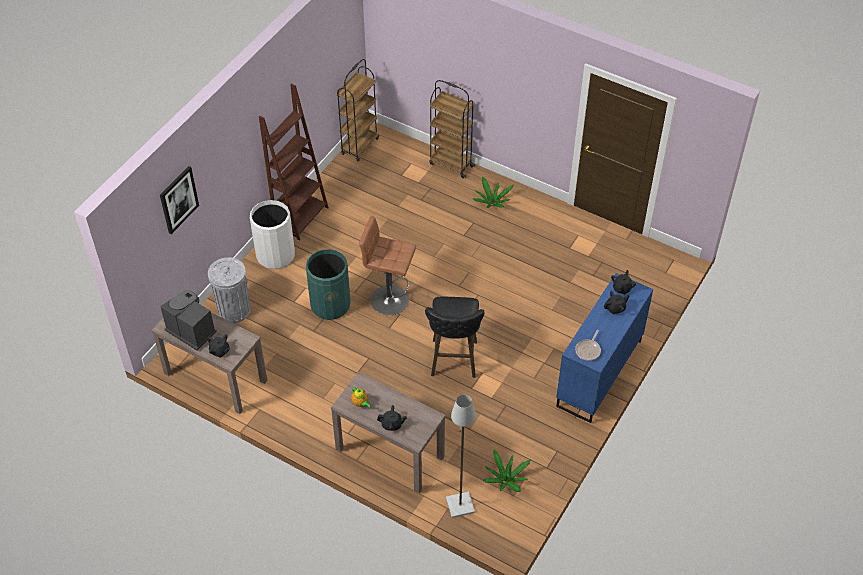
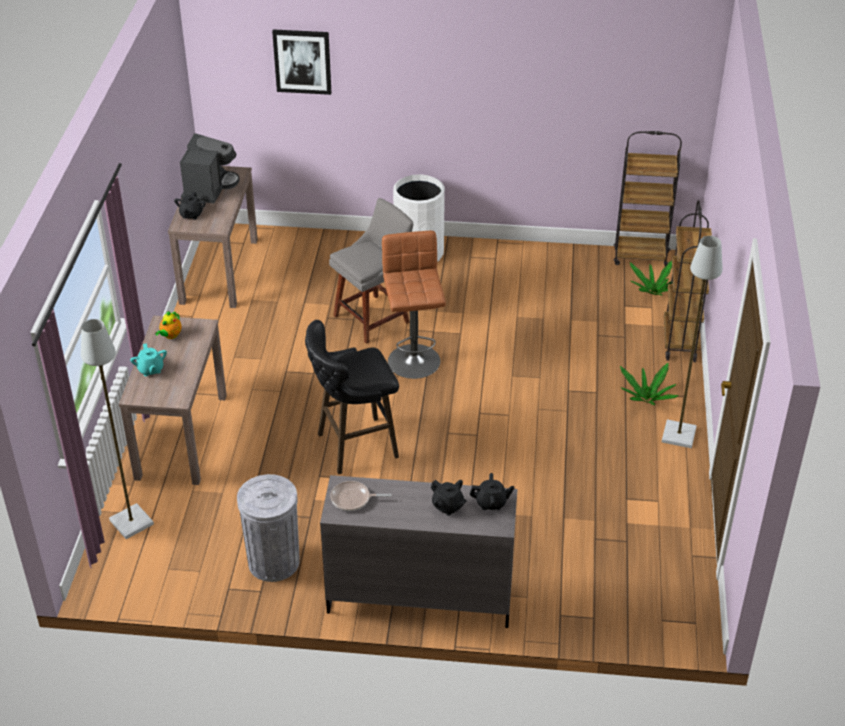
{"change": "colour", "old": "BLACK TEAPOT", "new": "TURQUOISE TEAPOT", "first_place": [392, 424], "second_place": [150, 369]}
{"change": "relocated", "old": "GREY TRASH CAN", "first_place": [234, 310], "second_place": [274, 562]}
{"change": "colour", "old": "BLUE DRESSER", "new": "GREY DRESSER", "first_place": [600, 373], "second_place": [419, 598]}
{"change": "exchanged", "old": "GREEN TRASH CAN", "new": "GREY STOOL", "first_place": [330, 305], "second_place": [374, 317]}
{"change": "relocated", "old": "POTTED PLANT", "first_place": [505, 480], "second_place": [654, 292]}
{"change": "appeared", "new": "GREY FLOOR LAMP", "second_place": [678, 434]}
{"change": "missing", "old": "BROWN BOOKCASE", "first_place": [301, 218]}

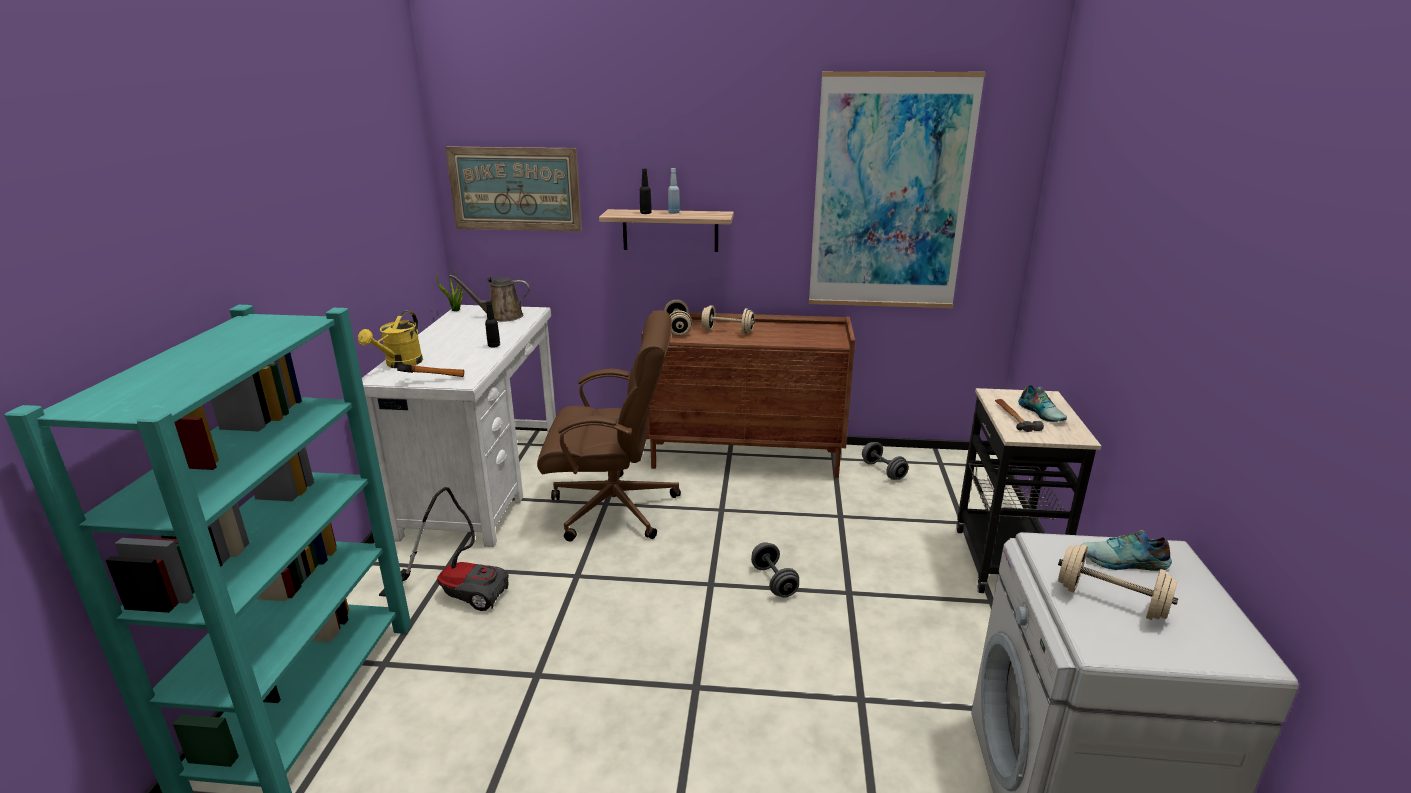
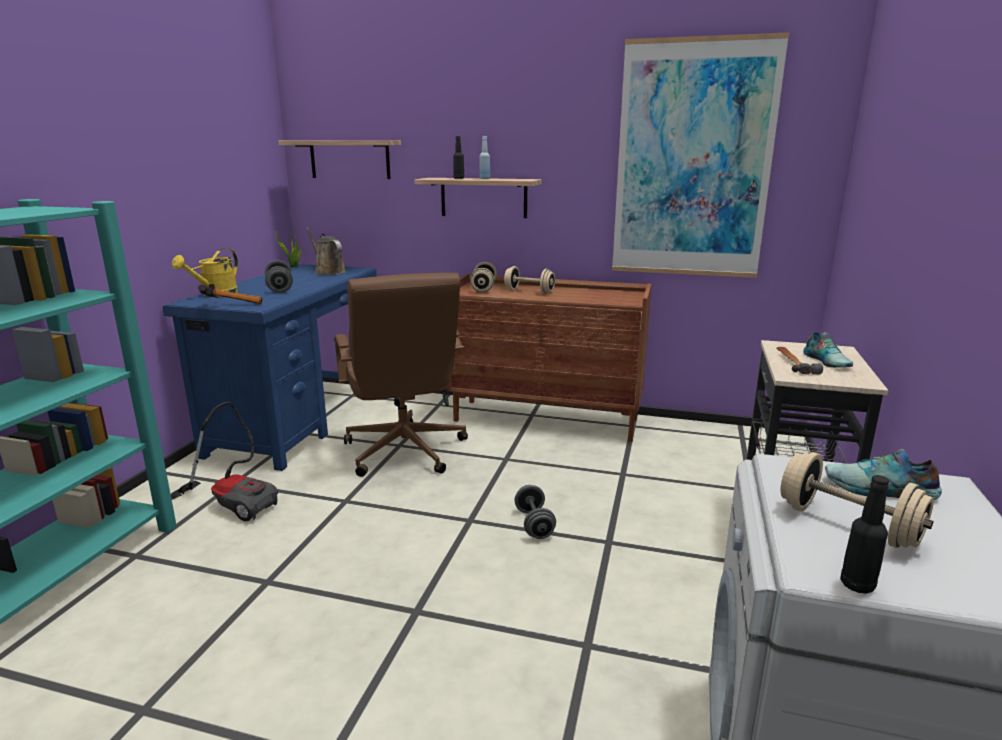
{"change": "colour", "old": "WHITE DESK", "new": "BLUE DESK", "first_place": [483, 483], "second_place": [298, 421]}
{"change": "relocated", "old": "GREY DUMBBELL", "first_place": [883, 471], "second_place": [280, 288]}
{"change": "exchanged", "old": "PICTURE", "new": "SHELF", "first_place": [515, 189], "second_place": [350, 159]}
{"change": "spun", "old": "BROWN WATERING CAN", "first_place": [501, 316], "second_place": [328, 271], "degrees": 45}
{"change": "spun", "old": "BROWN OFFICE CHAIR", "first_place": [613, 508], "second_place": [405, 449], "degrees": 60}
{"change": "relocated", "old": "BLACK BOTTLE", "first_place": [494, 346], "second_place": [857, 585]}

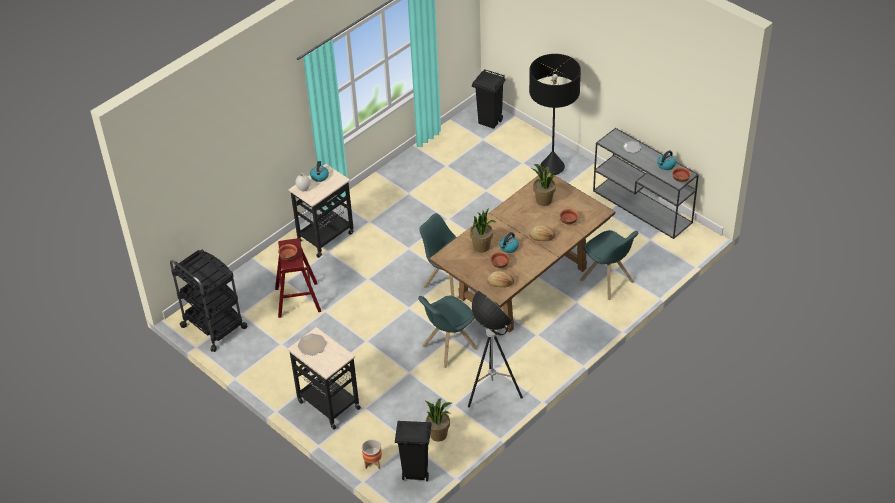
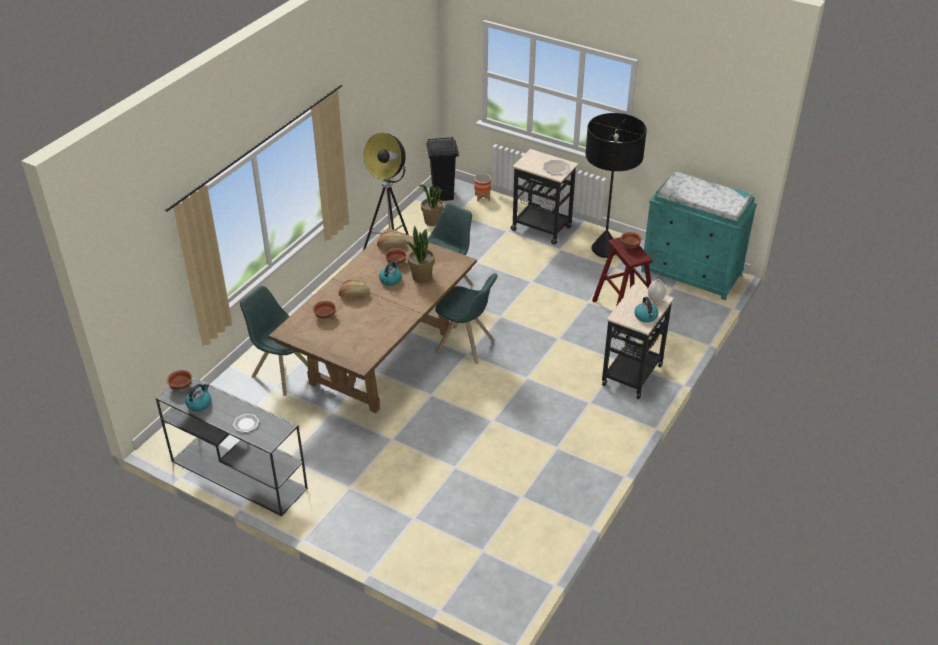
{"change": "relocated", "old": "BLACK FLOOR LAMP", "first_place": [552, 169], "second_place": [604, 251]}
{"change": "exchanged", "old": "BLACK CART", "new": "TURQUOISE DRESSER", "first_place": [214, 327], "second_place": [691, 273]}
{"change": "missing", "old": "BLACK TRASH CAN", "first_place": [490, 121]}
{"change": "missing", "old": "POTTED PLANT", "first_place": [543, 201]}

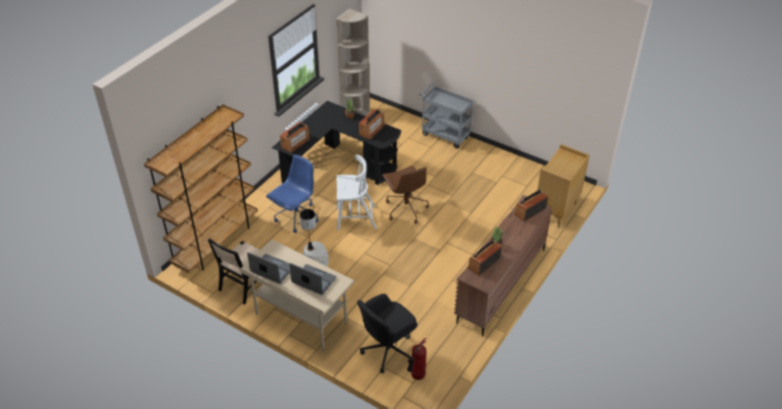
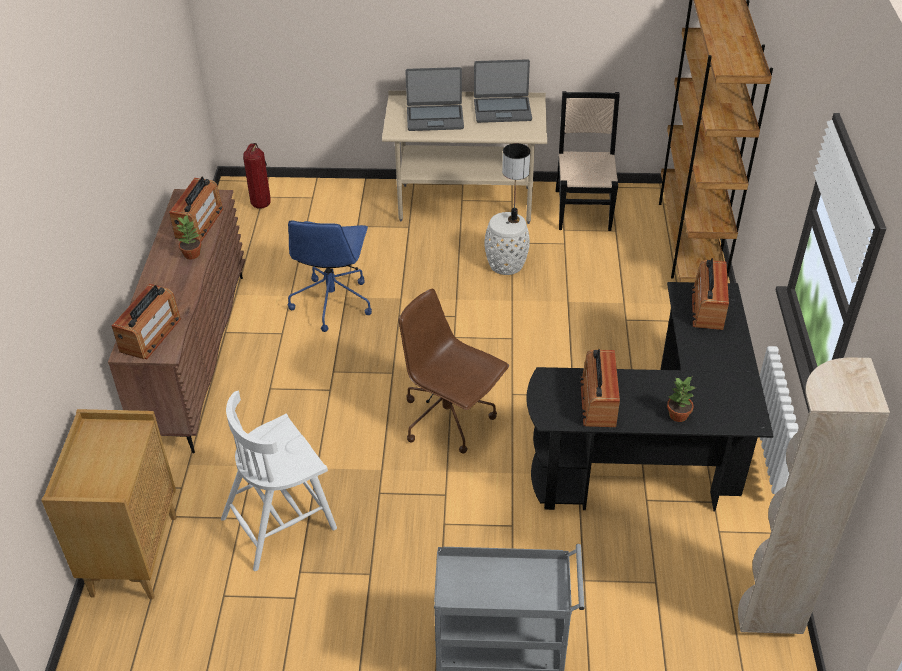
{"change": "relocated", "old": "WHITE CHAIR", "first_place": [355, 218], "second_place": [281, 522]}
{"change": "relocated", "old": "BLUE OFFICE CHAIR", "first_place": [295, 218], "second_place": [333, 301]}
{"change": "missing", "old": "BLACK OFFICE CHAIR", "first_place": [388, 351]}

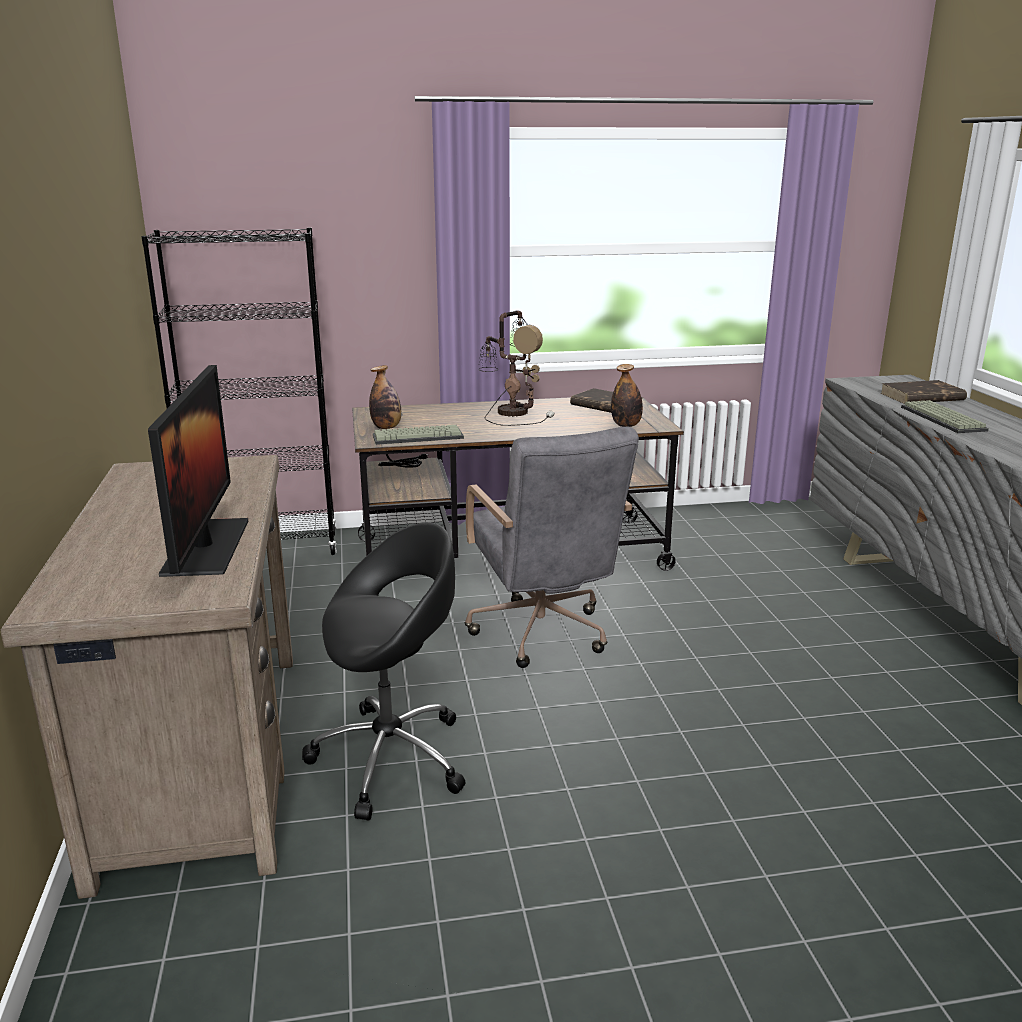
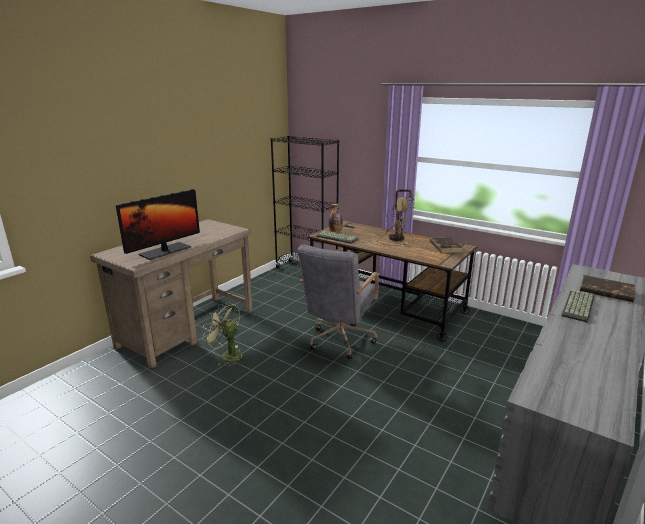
{"change": "exchanged", "old": "BLACK OFFICE CHAIR", "new": "GREEN FAN", "first_place": [393, 757], "second_place": [227, 355]}
{"change": "missing", "old": "BOTTLE", "first_place": [626, 425]}

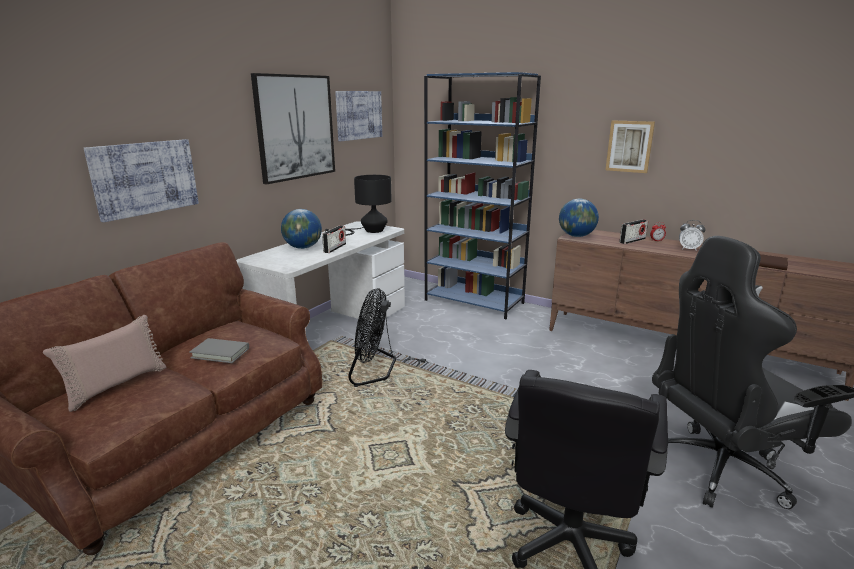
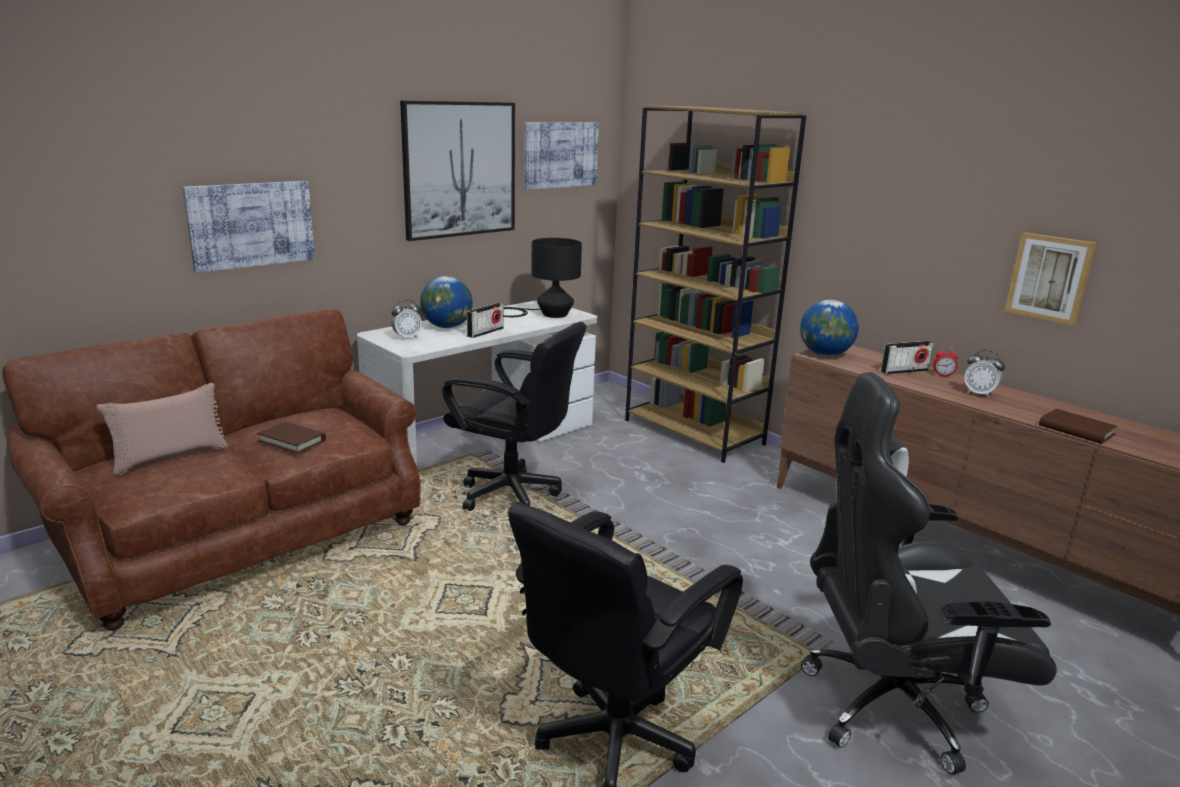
{"change": "colour", "old": "GREY BOOK", "new": "BROWN BOOK", "first_place": [220, 353], "second_place": [292, 440]}
{"change": "appeared", "new": "ALARM CLOCK", "second_place": [407, 337]}
{"change": "exchanged", "old": "BLACK FAN", "new": "BLACK OFFICE CHAIR", "first_place": [381, 367], "second_place": [515, 496]}
{"change": "colour", "old": "BLUE BOOKCASE", "new": "BROWN BOOKCASE", "first_place": [474, 301], "second_place": [694, 432]}
{"change": "relocated", "old": "PICTURE", "first_place": [629, 146], "second_place": [1049, 278]}

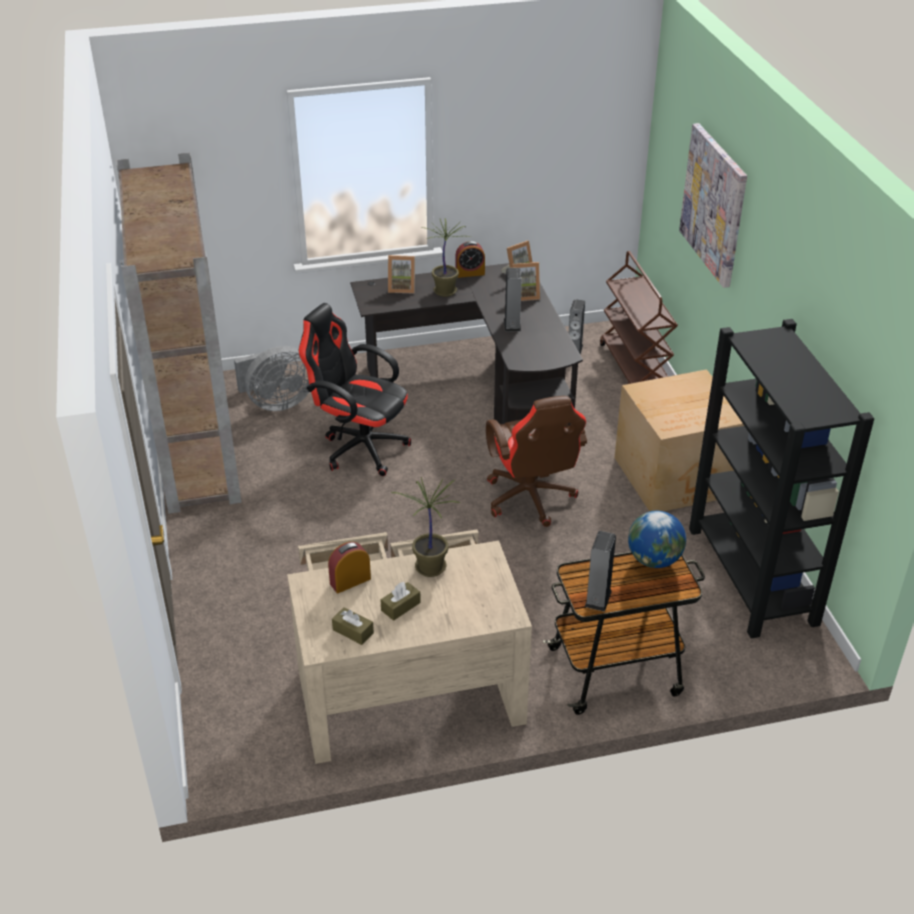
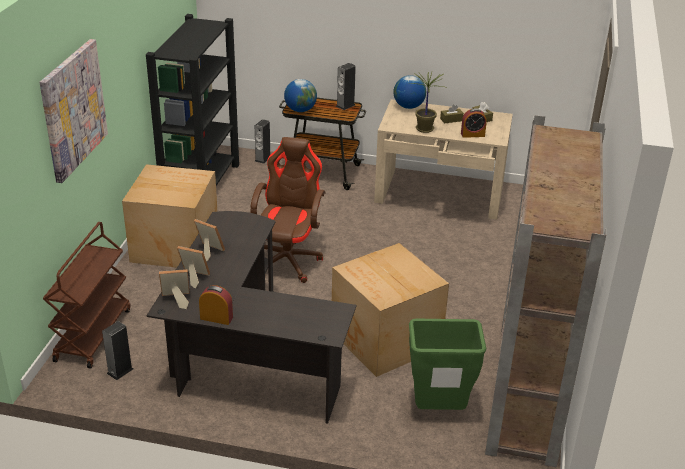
{"change": "relocated", "old": "PICTURE FRAME", "first_place": [402, 288], "second_place": [208, 251]}
{"change": "relocated", "old": "SPEAKER", "first_place": [512, 325], "second_place": [263, 159]}
{"change": "exchanged", "old": "BLACK OFFICE CHAIR", "new": "CARDBOARD BOX", "first_place": [359, 447], "second_place": [385, 340]}
{"change": "appeared", "new": "GLOBE", "second_place": [408, 107]}
{"change": "exchanged", "old": "GREY FAN", "new": "GREEN TRASH CAN", "first_place": [277, 403], "second_place": [438, 410]}
{"change": "missing", "old": "POTTED PLANT", "first_place": [445, 291]}

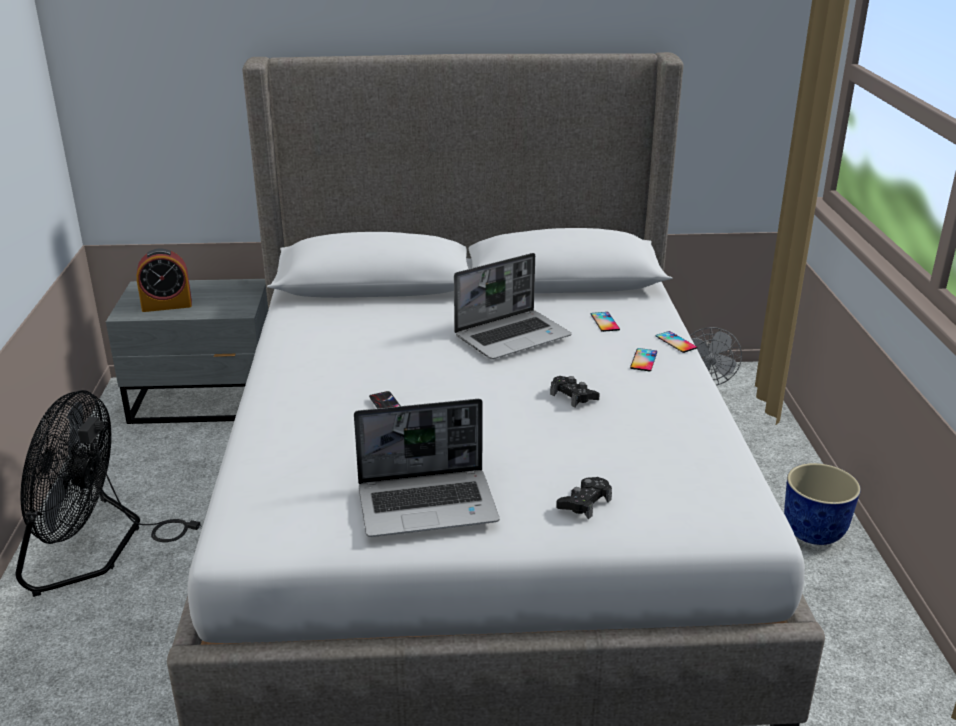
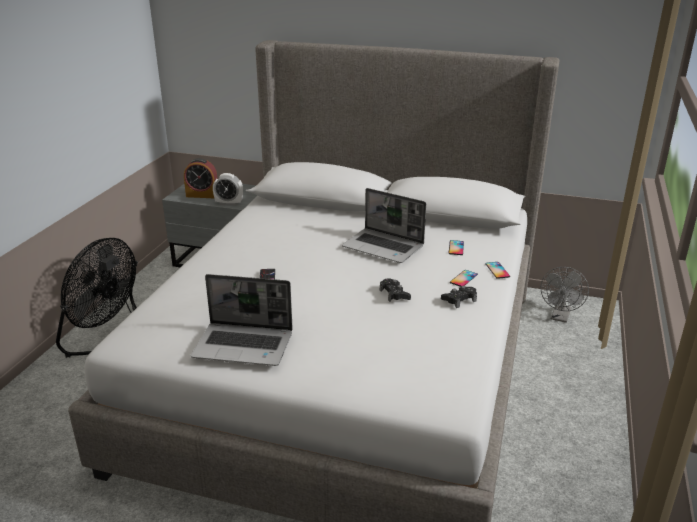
{"change": "appeared", "new": "ALARM CLOCK", "second_place": [229, 203]}
{"change": "spun", "old": "LAPTOP", "first_place": [513, 336], "second_place": [384, 247], "degrees": 45}
{"change": "relocated", "old": "BLACK GAME CONTROLLER", "first_place": [584, 503], "second_place": [459, 300]}
{"change": "missing", "old": "PLANTER", "first_place": [812, 532]}

